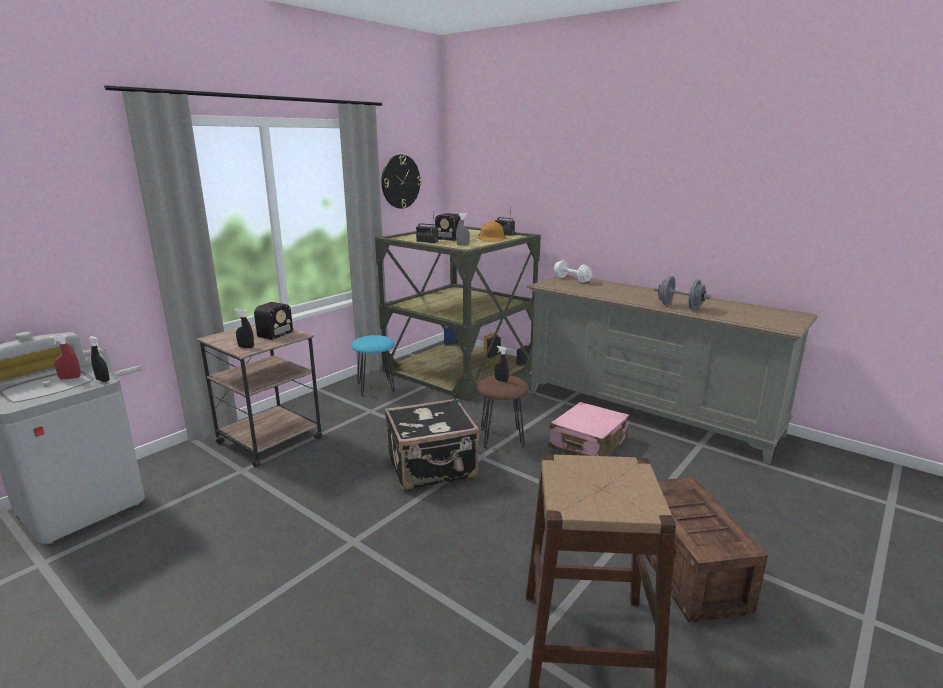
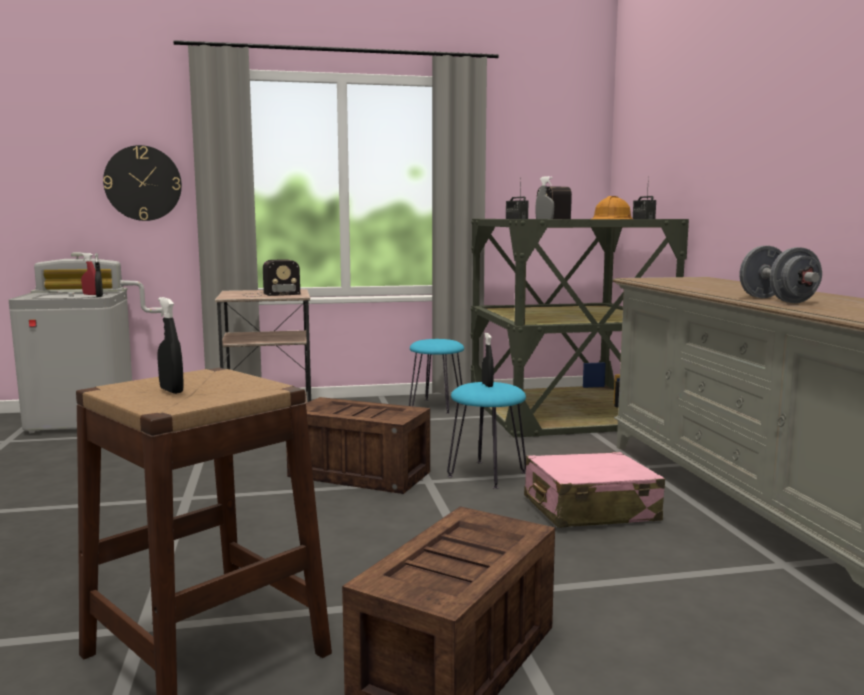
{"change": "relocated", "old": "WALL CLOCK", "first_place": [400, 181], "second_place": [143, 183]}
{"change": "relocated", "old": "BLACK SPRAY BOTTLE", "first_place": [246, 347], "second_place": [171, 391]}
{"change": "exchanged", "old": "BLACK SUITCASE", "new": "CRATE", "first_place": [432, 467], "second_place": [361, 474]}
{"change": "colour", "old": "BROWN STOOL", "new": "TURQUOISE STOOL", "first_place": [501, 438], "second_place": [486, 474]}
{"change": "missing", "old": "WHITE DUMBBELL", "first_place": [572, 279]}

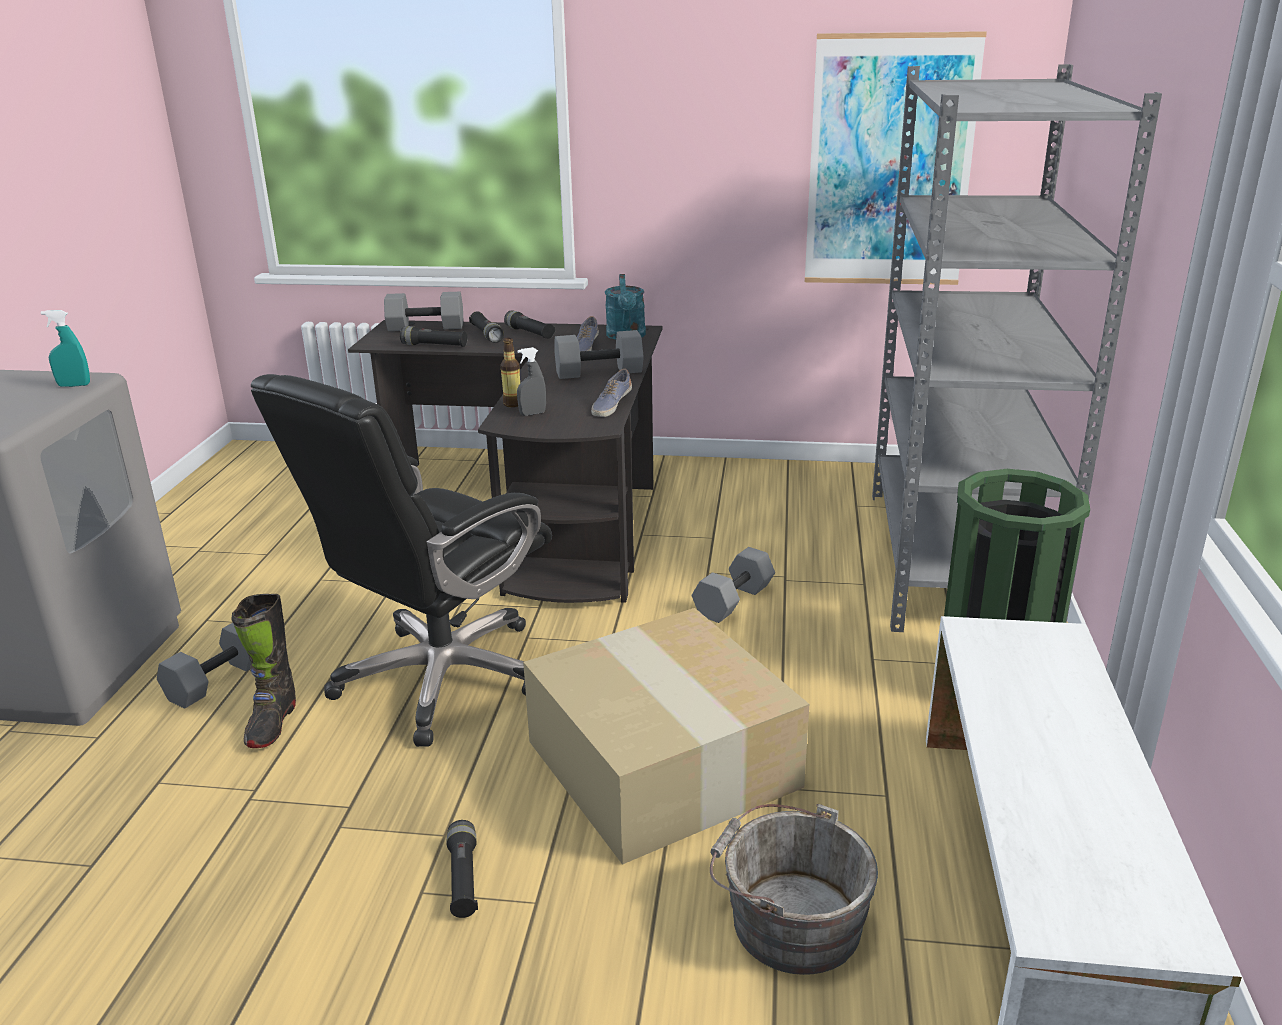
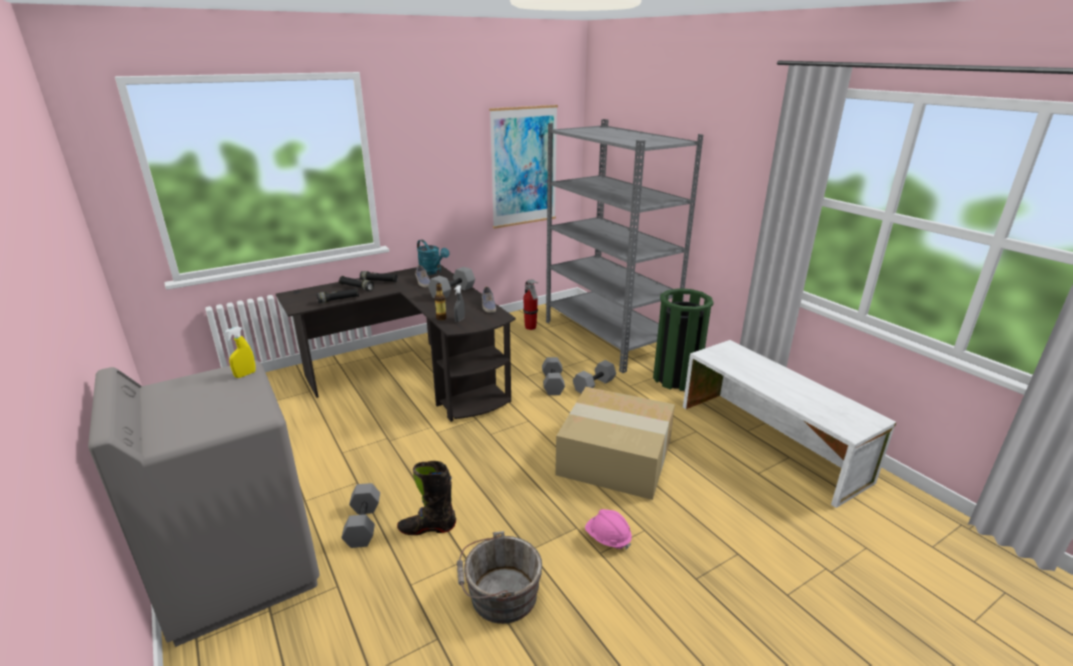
{"change": "colour", "old": "TURQUOISE SPRAY BOTTLE", "new": "YELLOW SPRAY BOTTLE", "first_place": [74, 385], "second_place": [245, 374]}
{"change": "spun", "old": "BLACK BOOT", "first_place": [272, 723], "second_place": [427, 528], "degrees": 120}
{"change": "relocated", "old": "GREY BUCKET", "first_place": [788, 920], "second_place": [499, 595]}
{"change": "appeared", "new": "FIRE EXTINGUISHER", "second_place": [530, 327]}
{"change": "relocated", "old": "GREY DUMBBELL", "first_place": [427, 327], "second_place": [594, 385]}
{"change": "exchanged", "old": "BLACK FLASHLIGHT", "new": "PINK HARD HAT", "first_place": [463, 878], "second_place": [607, 538]}
{"change": "missing", "old": "BLACK OFFICE CHAIR", "first_place": [441, 678]}

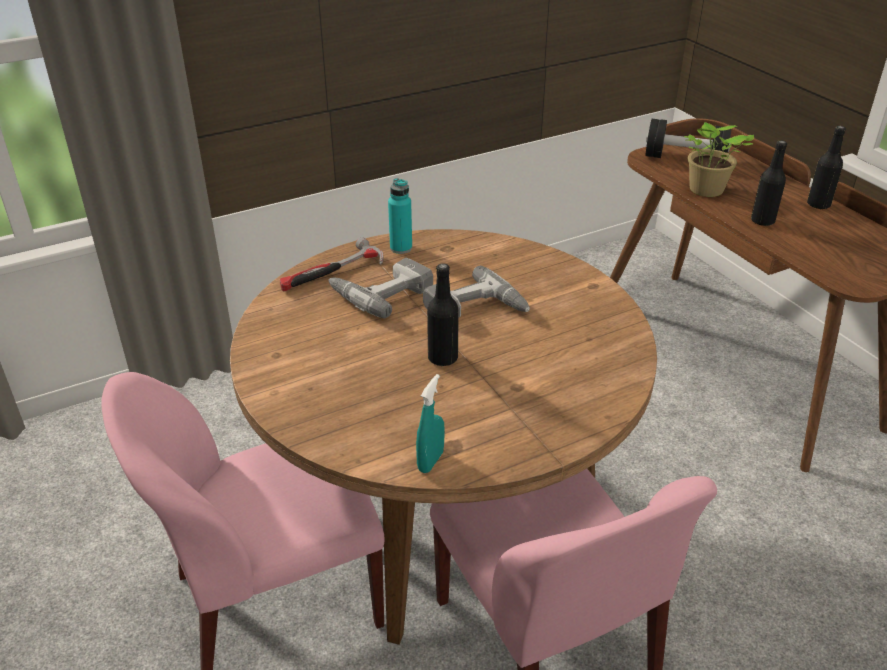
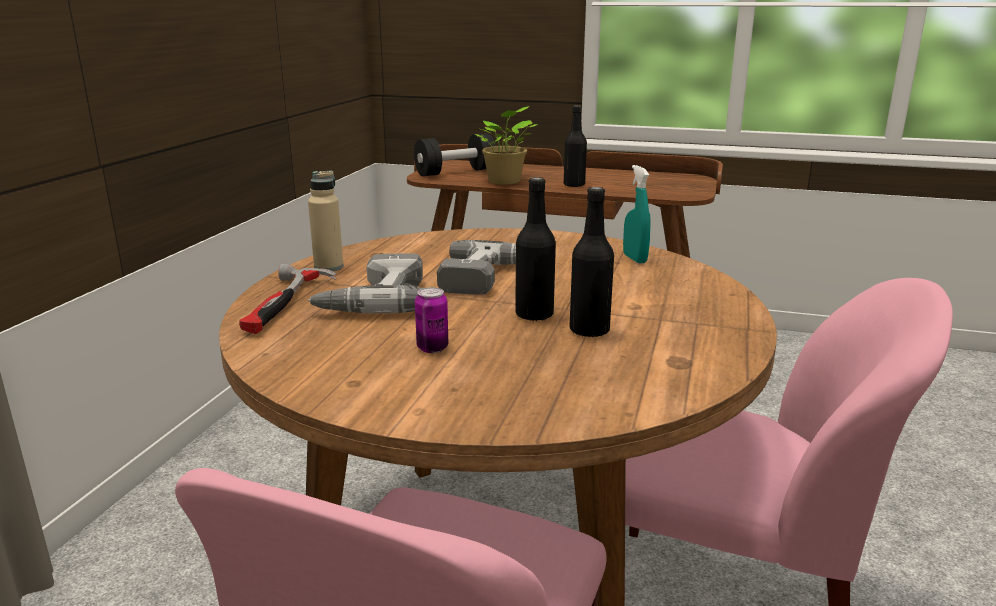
{"change": "colour", "old": "TURQUOISE BOTTLE", "new": "BEIGE BOTTLE", "first_place": [401, 248], "second_place": [328, 267]}
{"change": "appeared", "new": "CAN", "second_place": [432, 348]}
{"change": "relocated", "old": "BLACK BOTTLE", "first_place": [818, 204], "second_place": [589, 330]}
{"change": "relocated", "old": "TURQUOISE SPRAY BOTTLE", "first_place": [430, 461], "second_place": [634, 259]}

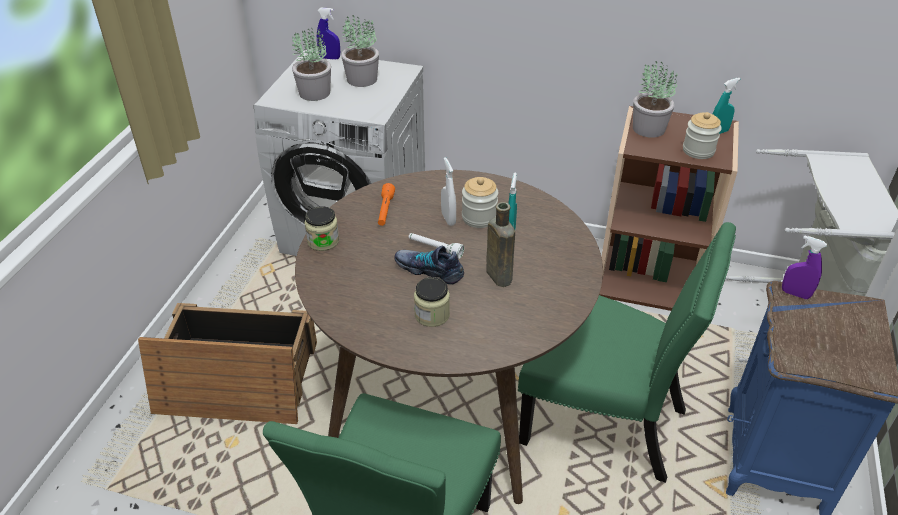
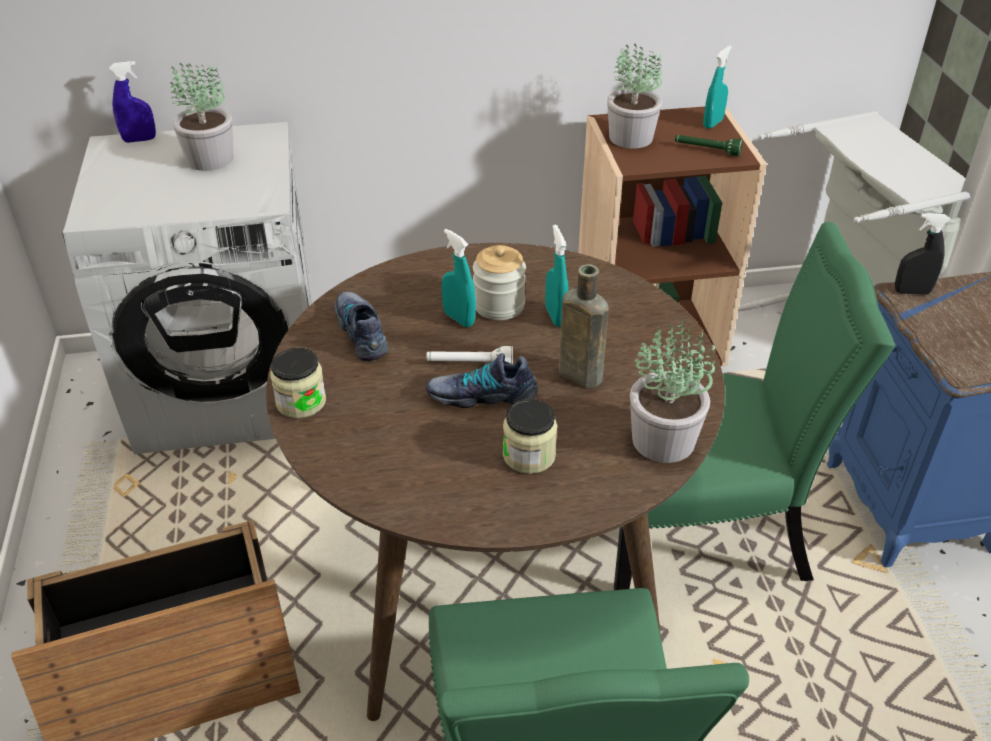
{"change": "exchanged", "old": "ORANGE FLASHLIGHT", "new": "SHOE", "first_place": [385, 210], "second_place": [362, 332]}
{"change": "colour", "old": "WHITE SPRAY BOTTLE", "new": "TURQUOISE SPRAY BOTTLE", "first_place": [448, 219], "second_place": [459, 318]}
{"change": "relocated", "old": "POTTED PLANT", "first_place": [315, 93], "second_place": [665, 440]}
{"change": "exchanged", "old": "JAR", "new": "GREEN FLASHLIGHT", "first_place": [698, 151], "second_place": [706, 150]}
{"change": "colour", "old": "PURPLE SPRAY BOTTLE", "new": "BLACK SPRAY BOTTLE", "first_place": [795, 294], "second_place": [912, 292]}

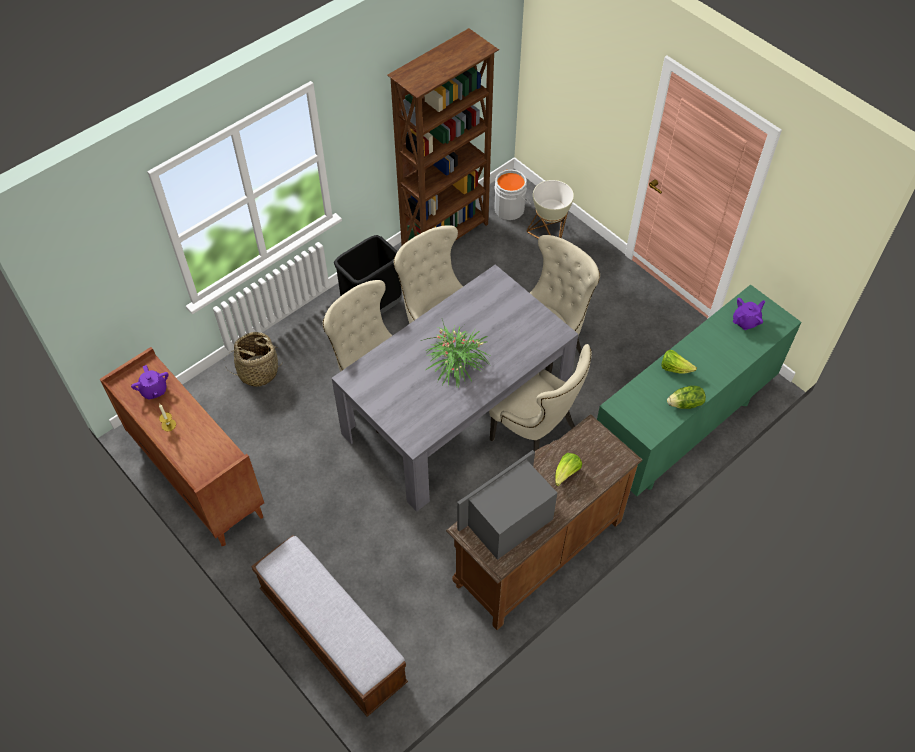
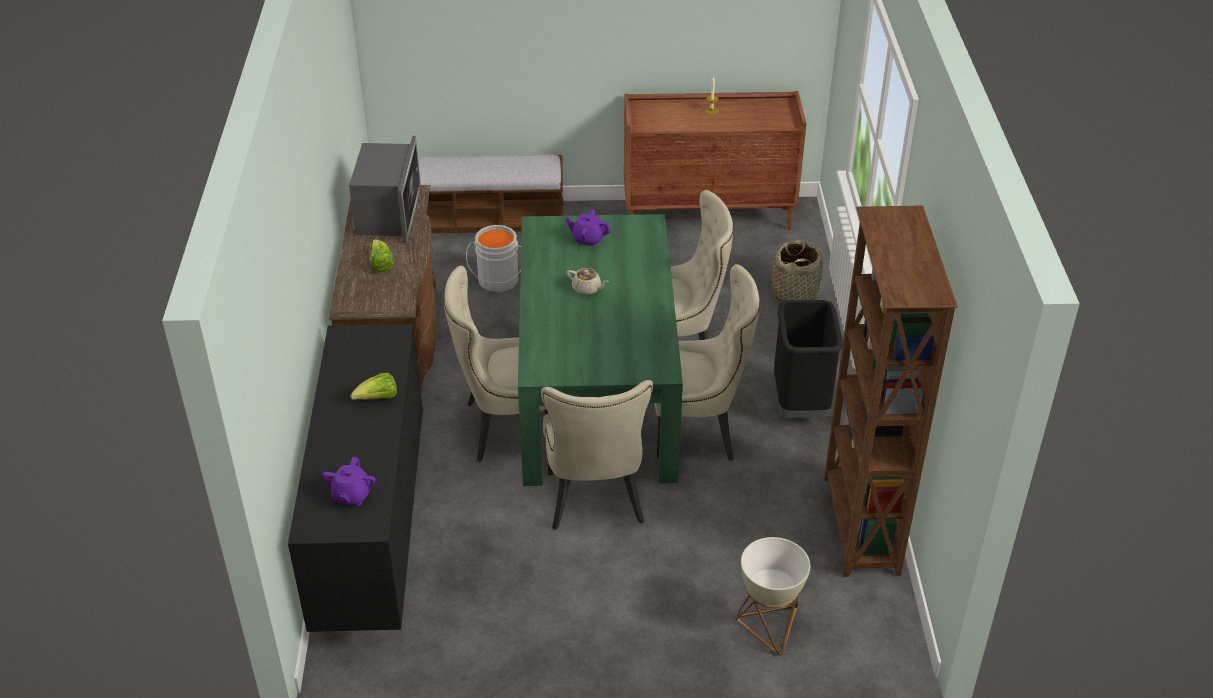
{"change": "colour", "old": "GREEN DRESSER", "new": "BLACK DRESSER", "first_place": [681, 429], "second_place": [373, 541]}
{"change": "relocated", "old": "GREY BUCKET", "first_place": [510, 208], "second_place": [497, 281]}
{"change": "colour", "old": "GREY DINING TABLE", "new": "GREEN DINING TABLE", "first_place": [456, 413], "second_place": [597, 391]}
{"change": "relocated", "old": "PURPLE TEAPOT", "first_place": [154, 390], "second_place": [588, 239]}
{"change": "exchanged", "old": "POTTED PLANT", "new": "BEIGE TEAPOT", "first_place": [456, 363], "second_place": [587, 289]}
{"change": "missing", "old": "LETTUCE", "first_place": [685, 404]}

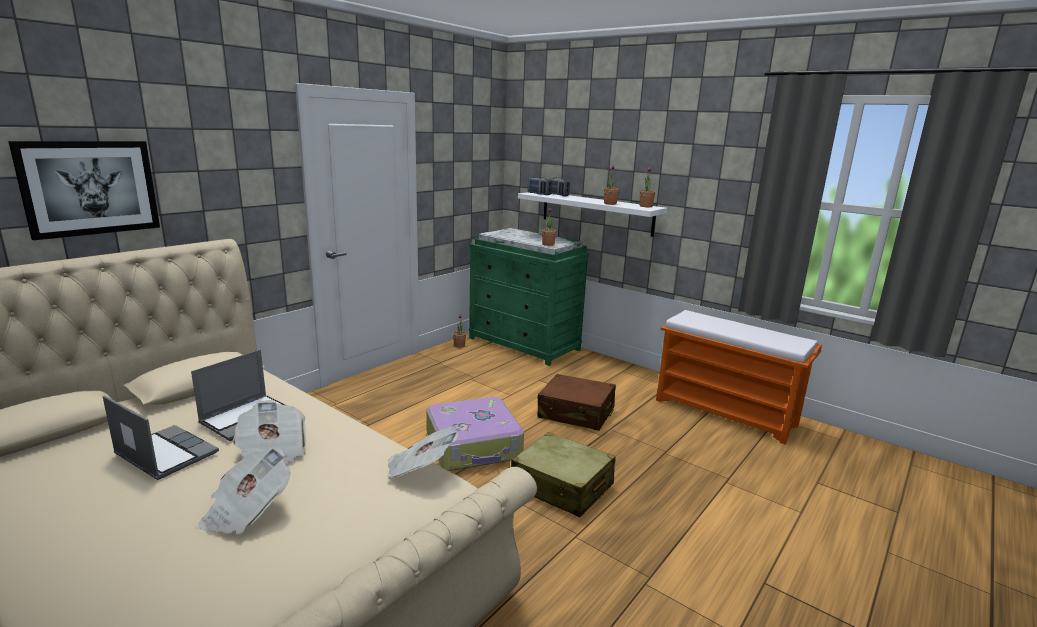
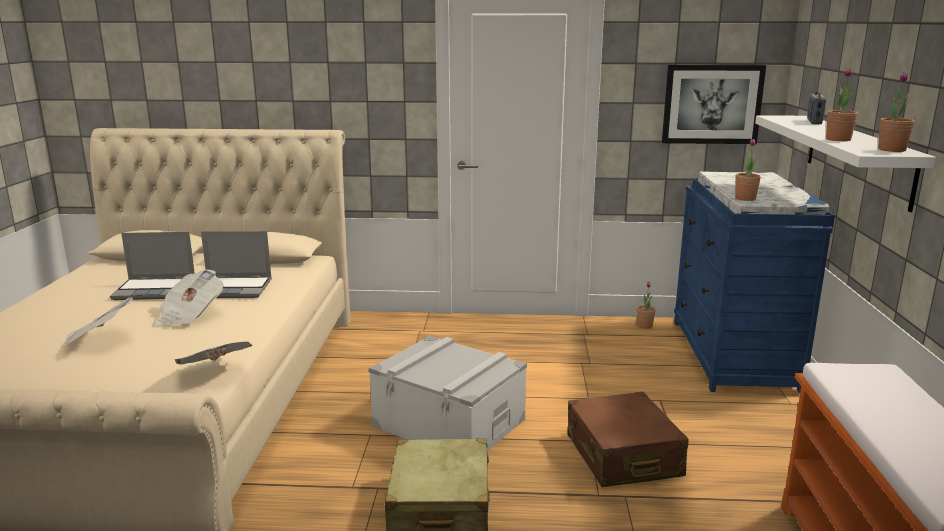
{"change": "spun", "old": "LAPTOP", "first_place": [164, 454], "second_place": [156, 290], "degrees": 90}
{"change": "exchanged", "old": "SUITCASE", "new": "GREY STORAGE BOX", "first_place": [474, 445], "second_place": [449, 423]}
{"change": "relocated", "old": "PICTURE", "first_place": [90, 188], "second_place": [712, 104]}
{"change": "colour", "old": "GREEN DRESSER", "new": "BLUE DRESSER", "first_place": [524, 344], "second_place": [732, 354]}
{"change": "missing", "old": "RADIO", "first_place": [539, 194]}

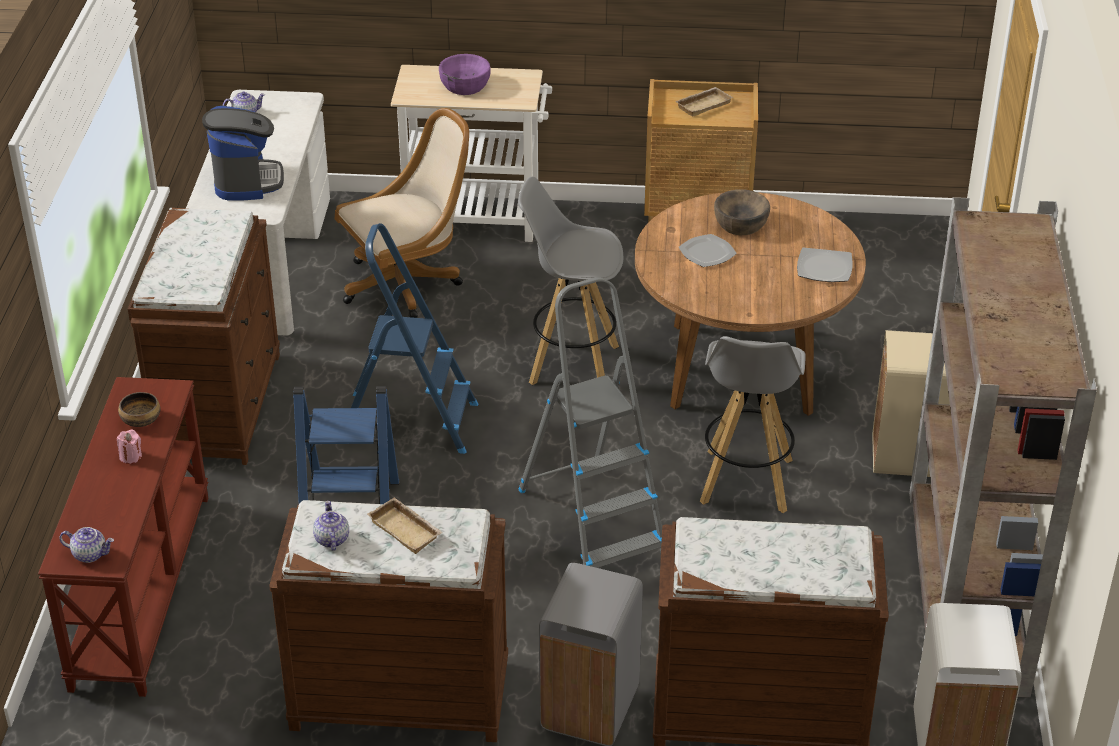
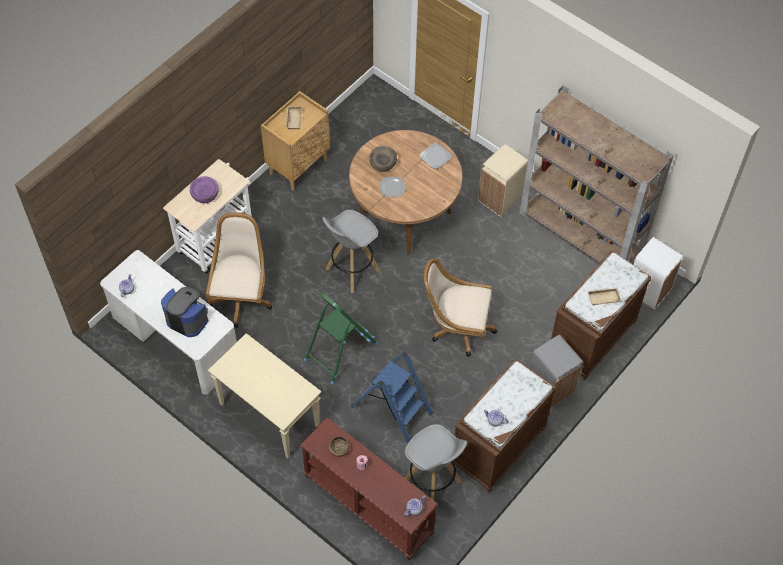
{"change": "exchanged", "old": "BROWN DRESSER", "new": "BEIGE CONSOLE TABLE", "first_place": [219, 405], "second_place": [268, 415]}
{"change": "colour", "old": "BLUE STEP LADDER", "new": "GREEN STEP LADDER", "first_place": [410, 423], "second_place": [341, 350]}
{"change": "relocated", "old": "GREY STOOL", "first_place": [745, 482], "second_place": [432, 483]}
{"change": "exchanged", "old": "GREY STEP LADDER", "new": "OFFICE CHAIR", "first_place": [593, 528], "second_place": [457, 326]}
{"change": "relocated", "old": "BEIGE TRAY", "first_place": [407, 529], "second_place": [603, 297]}

